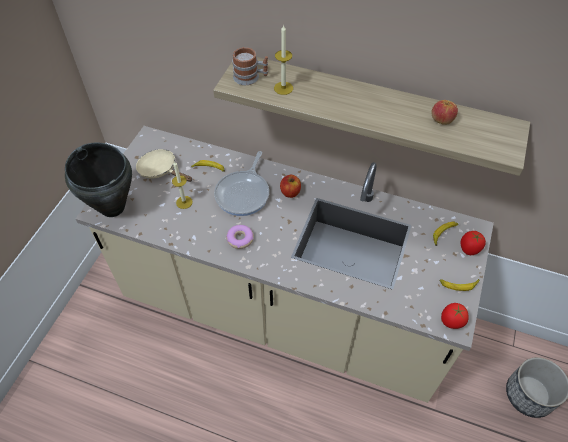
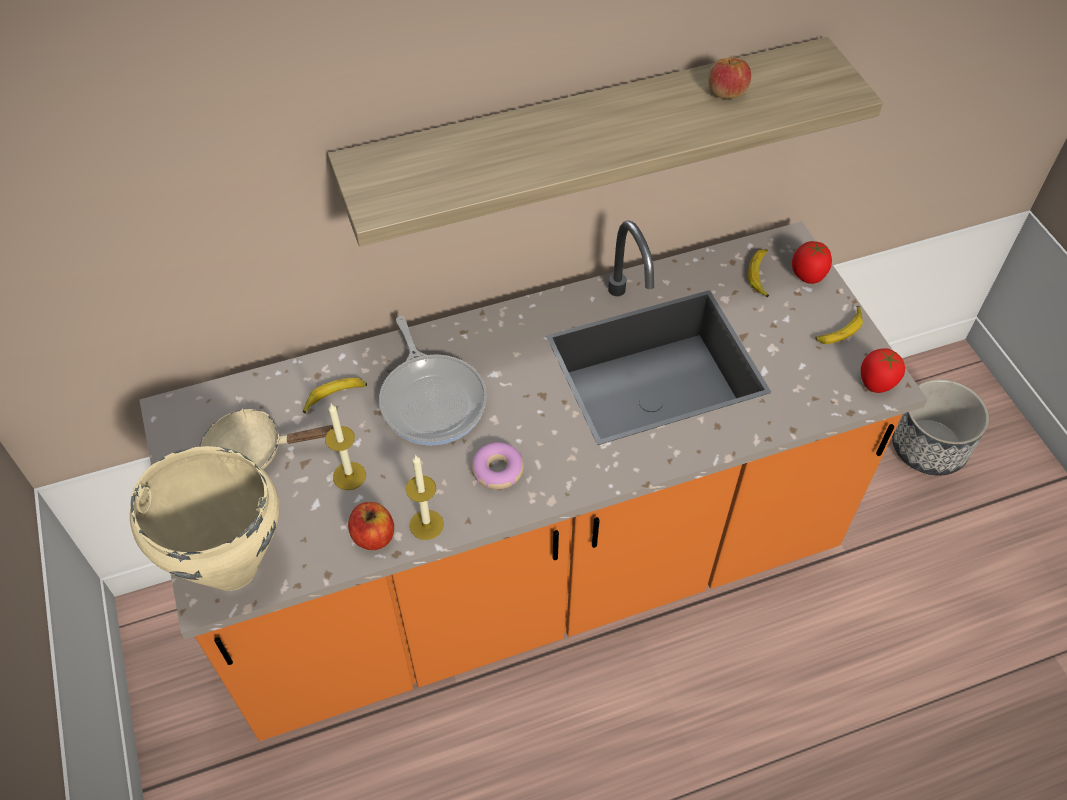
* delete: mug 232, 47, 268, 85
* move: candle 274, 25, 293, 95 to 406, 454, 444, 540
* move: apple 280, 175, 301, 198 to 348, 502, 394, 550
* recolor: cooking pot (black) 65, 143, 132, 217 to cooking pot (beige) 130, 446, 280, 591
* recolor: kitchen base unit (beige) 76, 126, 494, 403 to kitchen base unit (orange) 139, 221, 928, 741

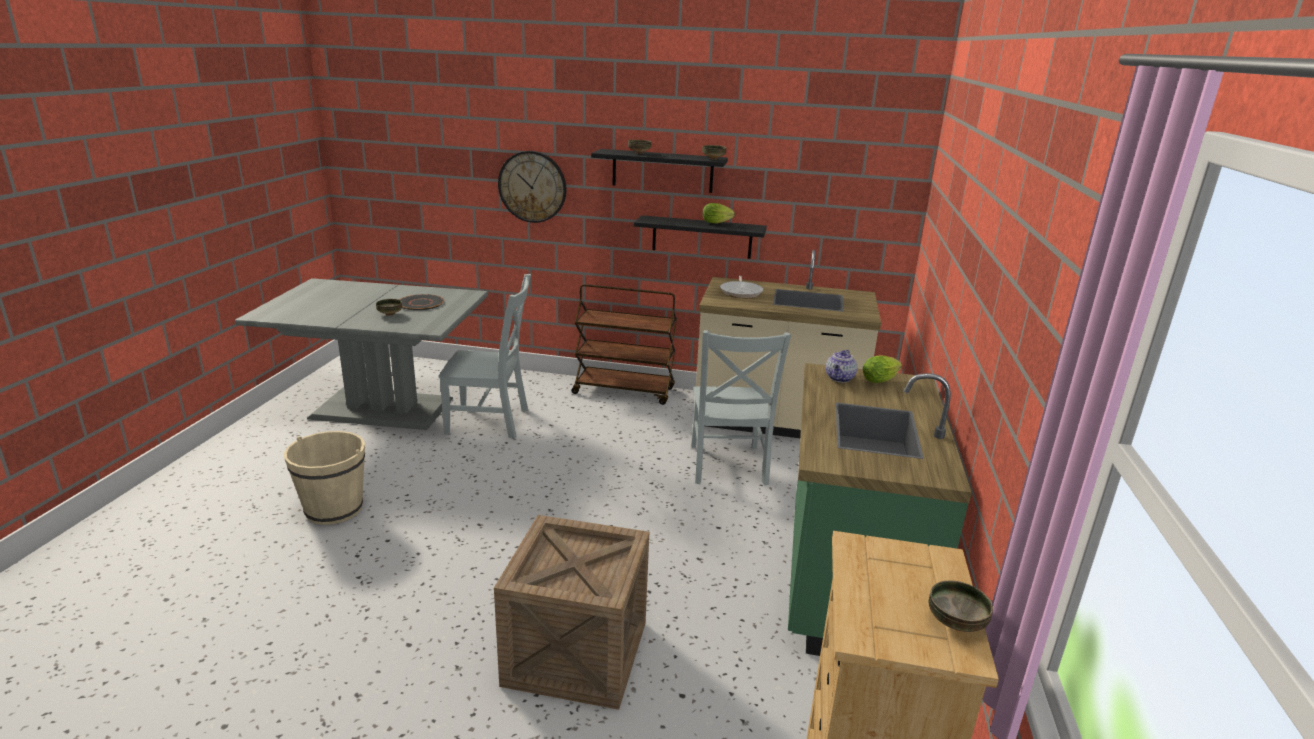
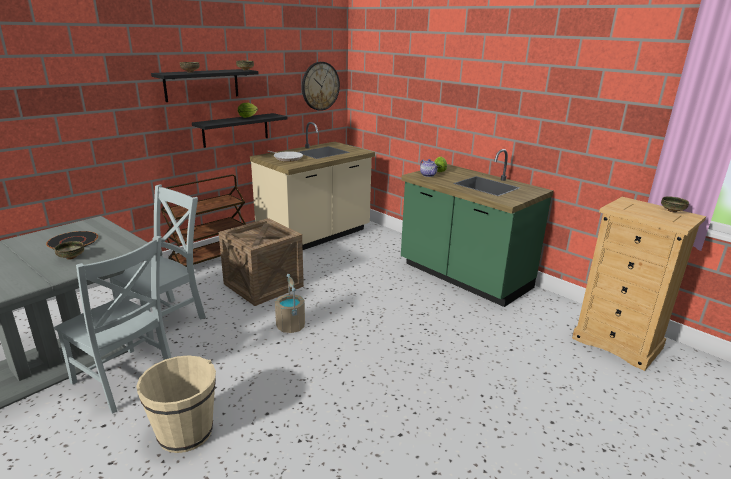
* insert: water bucket (beige) 275, 274, 305, 333
* move: shipping crate 494, 515, 649, 710 to 219, 218, 304, 306
* move: wall clock 498, 151, 566, 223 to 302, 62, 340, 111
* move: chair (grey) 691, 330, 791, 485 to 53, 236, 172, 414

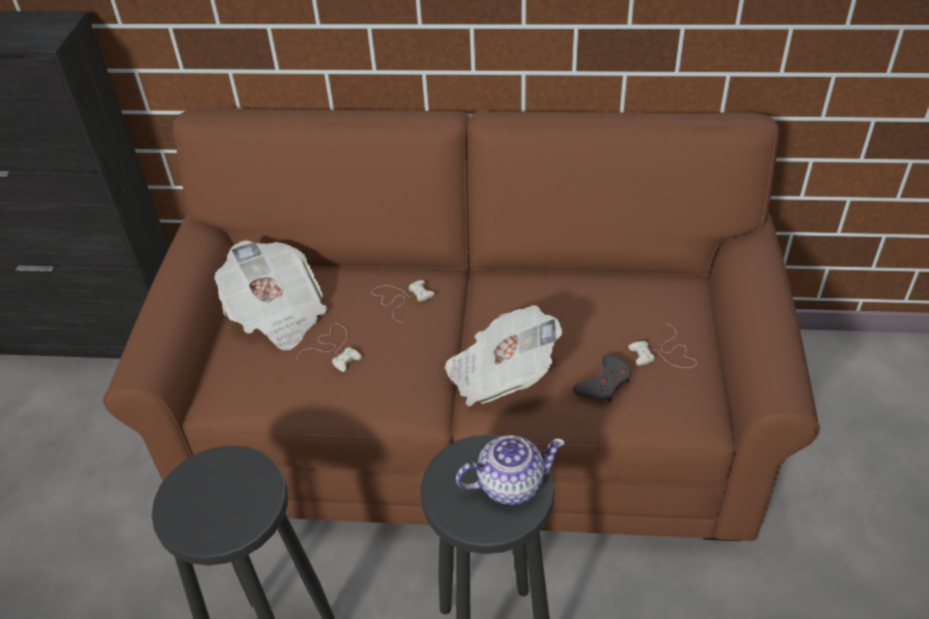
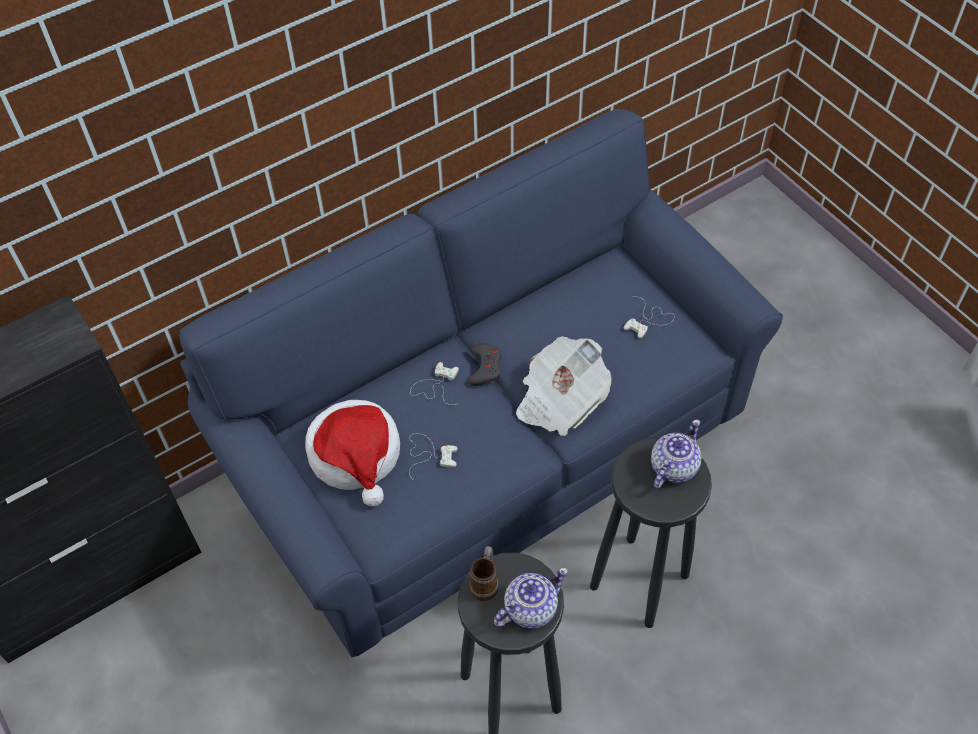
* insert: mug 470, 546, 498, 601
* insert: teapot 494, 567, 568, 629
* move: joypad (grey) 573, 354, 631, 402 to 469, 343, 501, 386
* replace: newspaper 214, 240, 327, 350 to hat 305, 400, 400, 507
* recolor: settee (brown-coloured) 103, 108, 820, 541 to settee (bluish) 179, 109, 783, 657

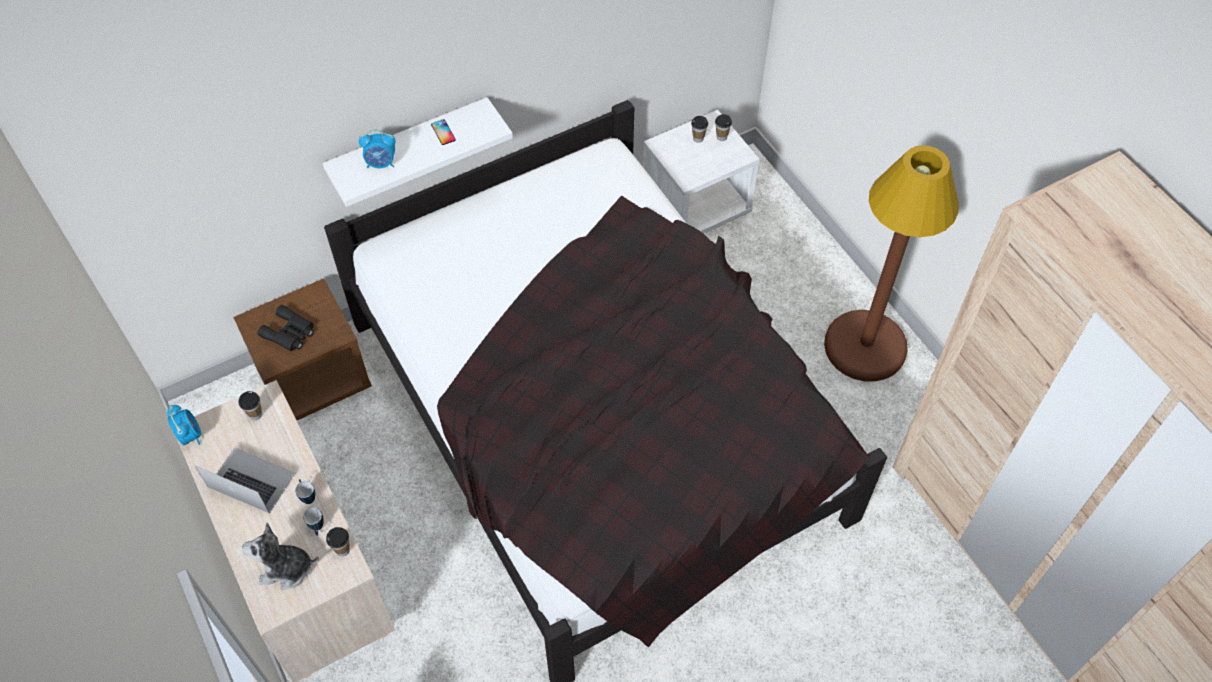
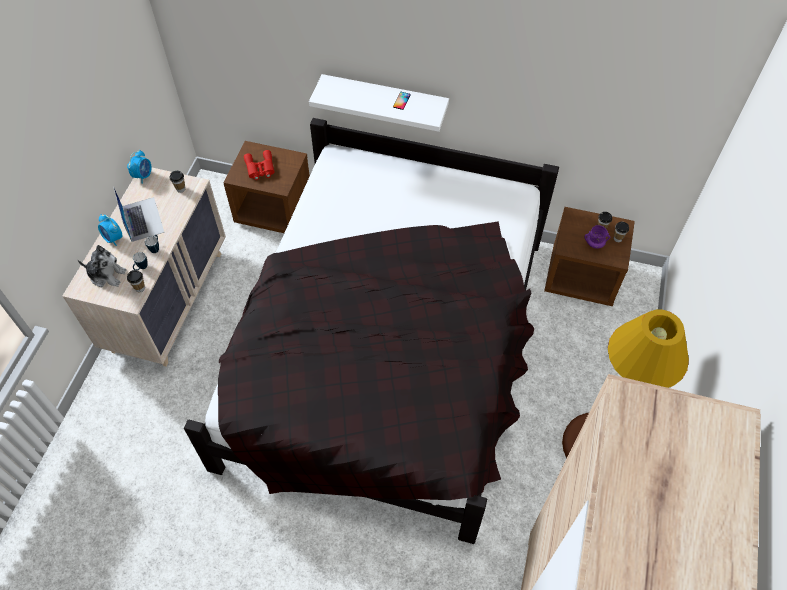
* insert: mug (purple-coloured) 584, 225, 610, 249
* move: table clock 359, 130, 395, 168 to 98, 214, 123, 246
* recolor: pair of binoculars (black) 258, 305, 314, 351 to pair of binoculars (reddish) 244, 150, 275, 180
* recolor: night table (whitish) 643, 110, 760, 234 to night table (brown-coloured) 544, 207, 635, 306
* rotate: plush toy 242, 523, 319, 590 = 78, 245, 127, 287 150 degrees clockwise

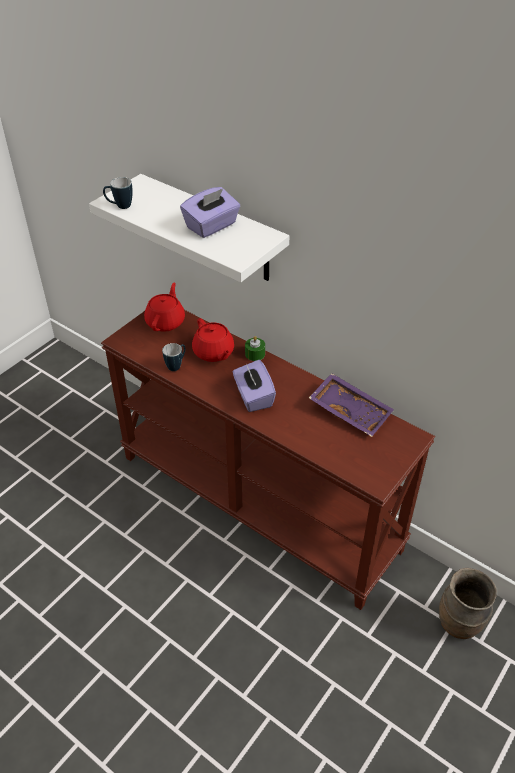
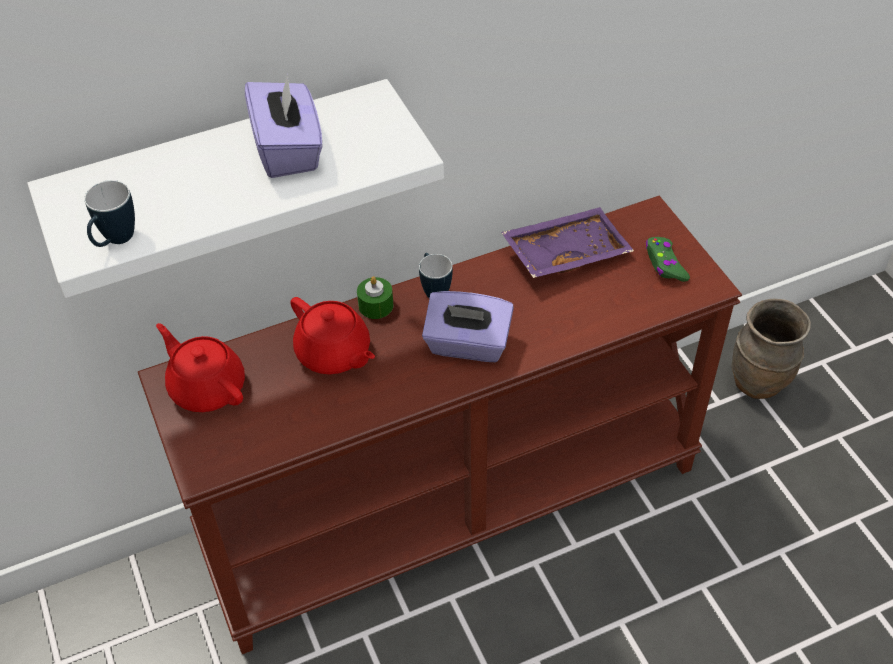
* insert: joypad (green-coloured) 646, 237, 690, 282
* move: mug 162, 343, 185, 371 to 419, 253, 453, 299
* rotate: teapot (reddish) 192, 318, 234, 362 = 290, 297, 375, 374 45 degrees clockwise

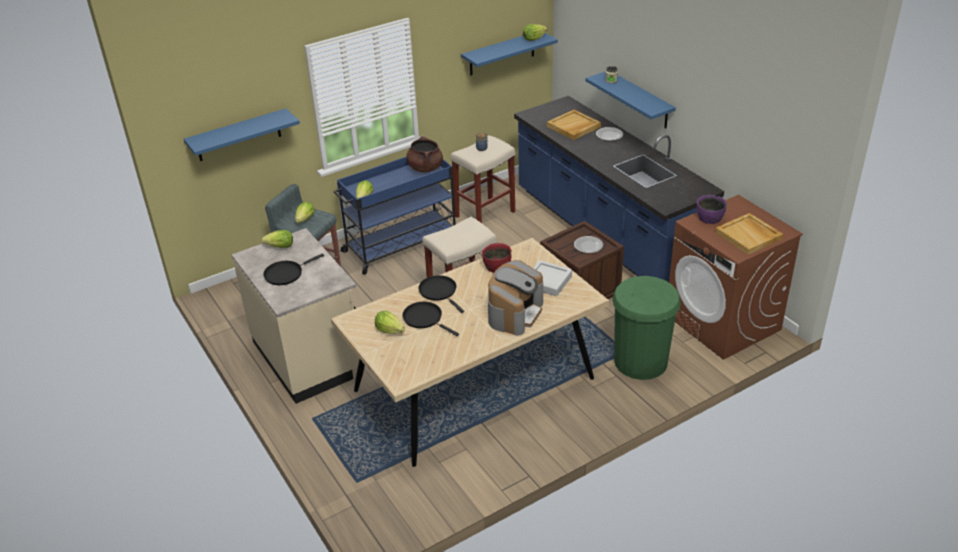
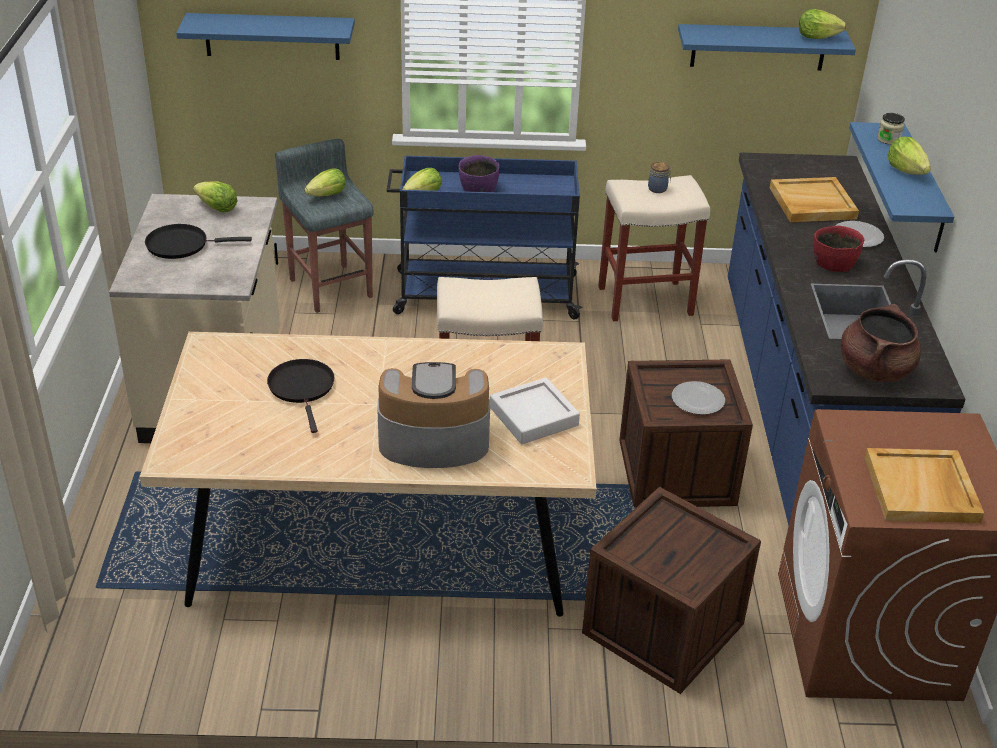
* delete: skillet (black) 419, 275, 464, 313
* move: head of lettuce 375, 311, 405, 334 to 887, 137, 931, 175
* move: cooking pot (brown-coloured) 406, 136, 443, 172 to 841, 304, 921, 382
* move: serving bowl (reddish) 482, 243, 511, 273 to 813, 225, 864, 272
* move: serving bowl (purple-coloured) 697, 195, 727, 224 to 459, 155, 500, 192
* replace: waste bin (green-coloured) 612, 276, 681, 380 to shipping crate 582, 487, 761, 694
* rotate: coffee maker 488, 260, 543, 336 = 377, 362, 490, 468 150 degrees counterclockwise

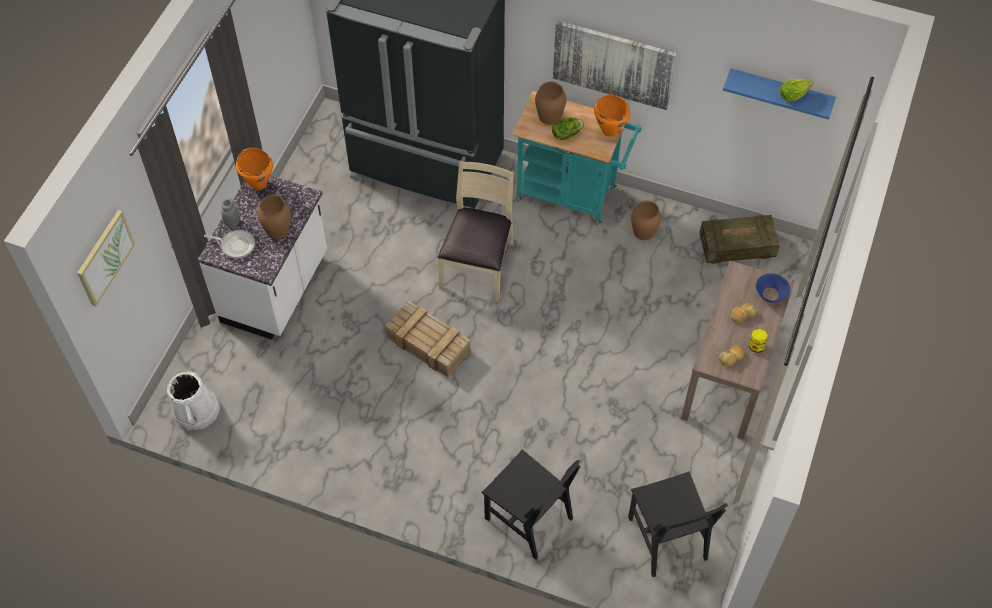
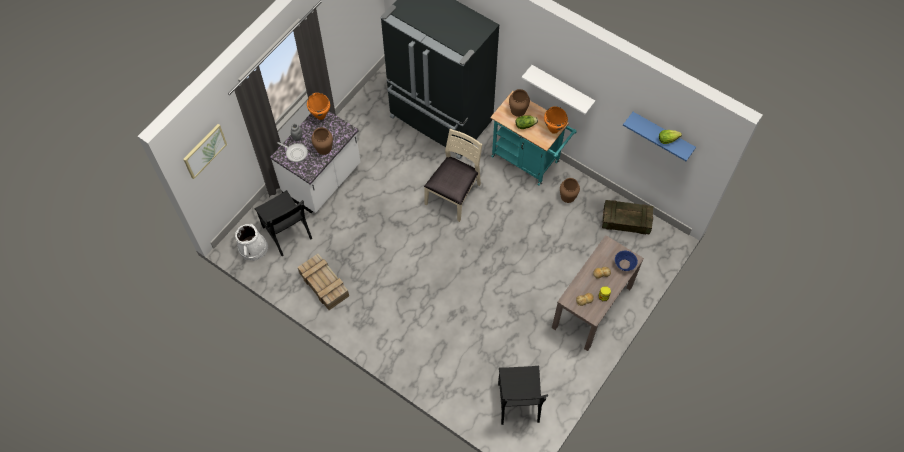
* move: shipping crate 385, 301, 470, 378 to 298, 254, 349, 310
* move: chair (black) 482, 449, 581, 560 to 254, 190, 312, 256
* replace: picture 553, 20, 676, 110 to shelf (whitish) 522, 65, 595, 114

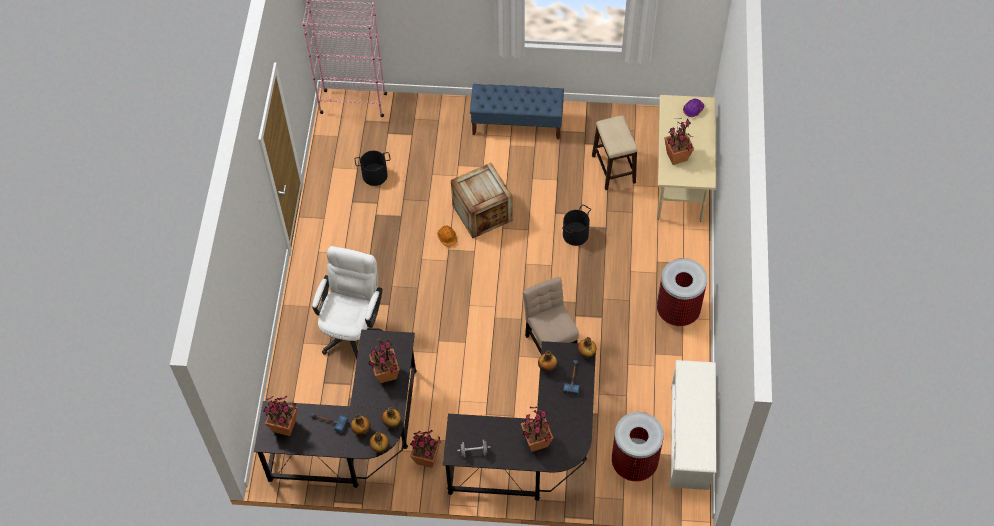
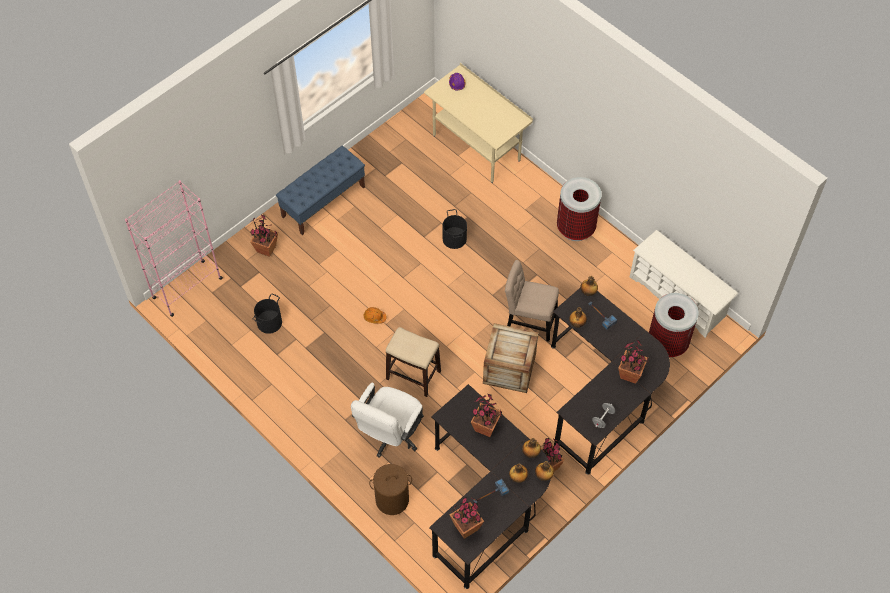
* insert: hamper (brown-coloured) 369, 464, 412, 515
* move: shipping crate 451, 163, 513, 238 to 483, 323, 539, 393
* move: stool 592, 115, 638, 190 to 386, 327, 441, 397
* move: plant in a pot 664, 118, 694, 165 to 250, 215, 278, 257
* rotate: desk chair (whitish) 312, 246, 383, 359 = 351, 383, 424, 458 120 degrees counterclockwise

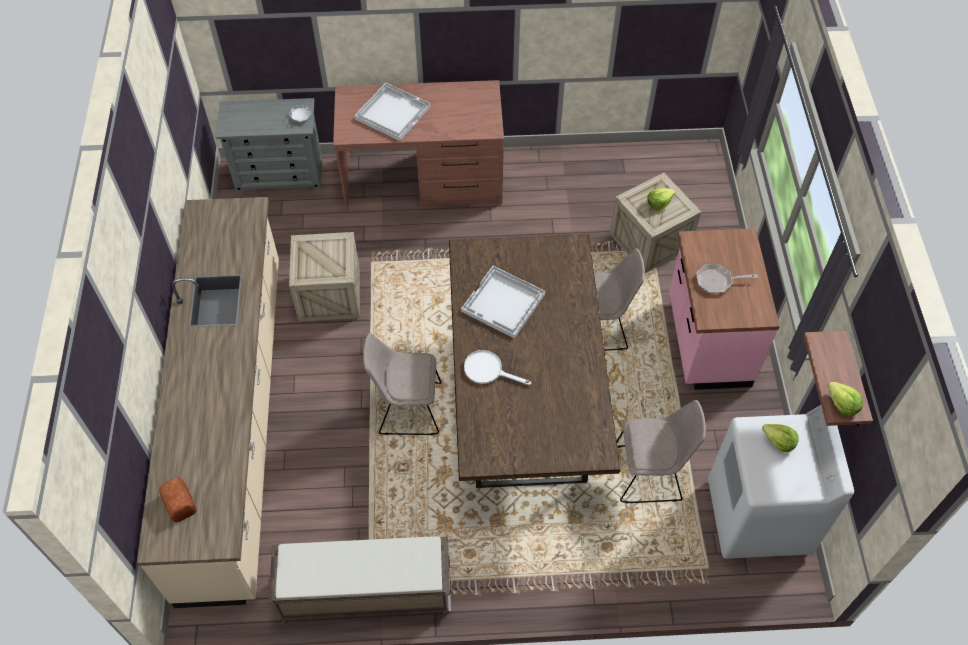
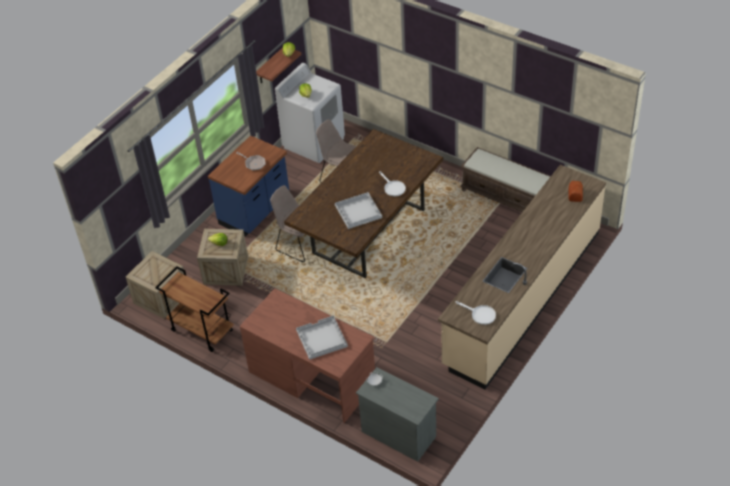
* delete: chair (beige) 363, 333, 441, 435
* insert: wheeled cart (brown-coloured) 155, 266, 234, 352
* insert: skillet (whitish) 456, 301, 496, 325
* move: shipping crate 289, 232, 360, 321 to 126, 251, 184, 319
* recolor: kitchen base unit (pink-coloured) 669, 228, 780, 390 to kitchen base unit (bluish) 208, 135, 289, 237

